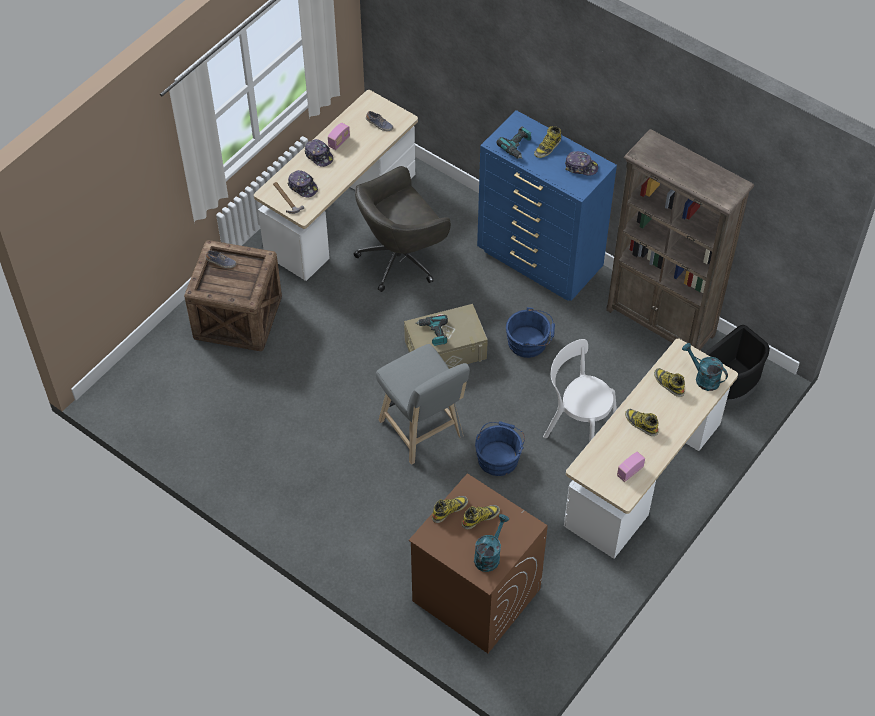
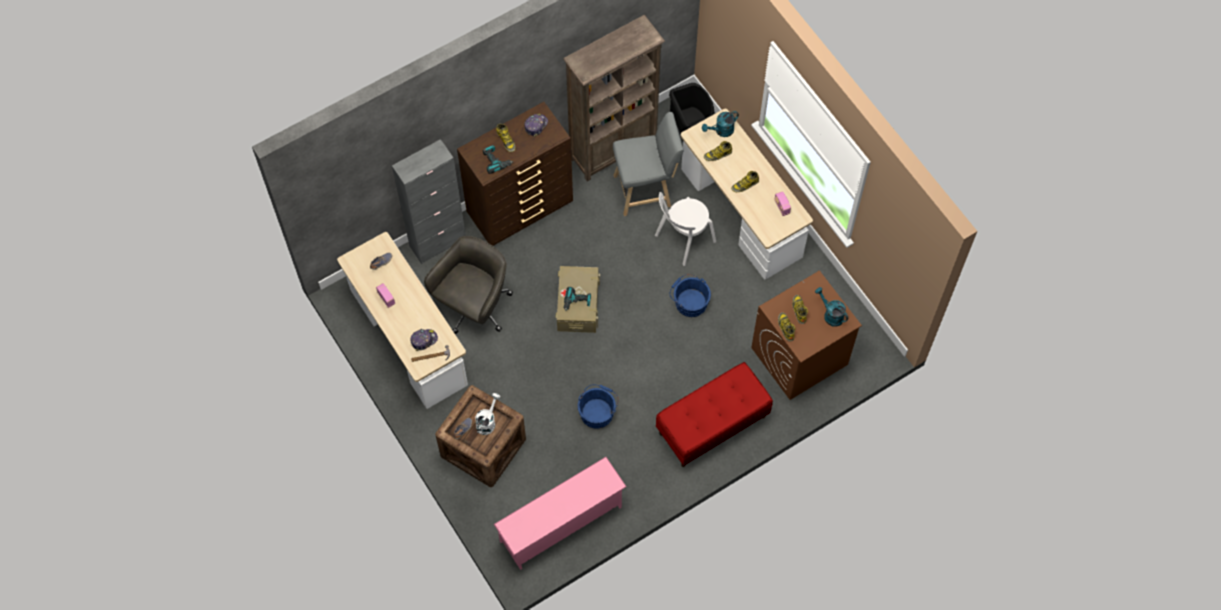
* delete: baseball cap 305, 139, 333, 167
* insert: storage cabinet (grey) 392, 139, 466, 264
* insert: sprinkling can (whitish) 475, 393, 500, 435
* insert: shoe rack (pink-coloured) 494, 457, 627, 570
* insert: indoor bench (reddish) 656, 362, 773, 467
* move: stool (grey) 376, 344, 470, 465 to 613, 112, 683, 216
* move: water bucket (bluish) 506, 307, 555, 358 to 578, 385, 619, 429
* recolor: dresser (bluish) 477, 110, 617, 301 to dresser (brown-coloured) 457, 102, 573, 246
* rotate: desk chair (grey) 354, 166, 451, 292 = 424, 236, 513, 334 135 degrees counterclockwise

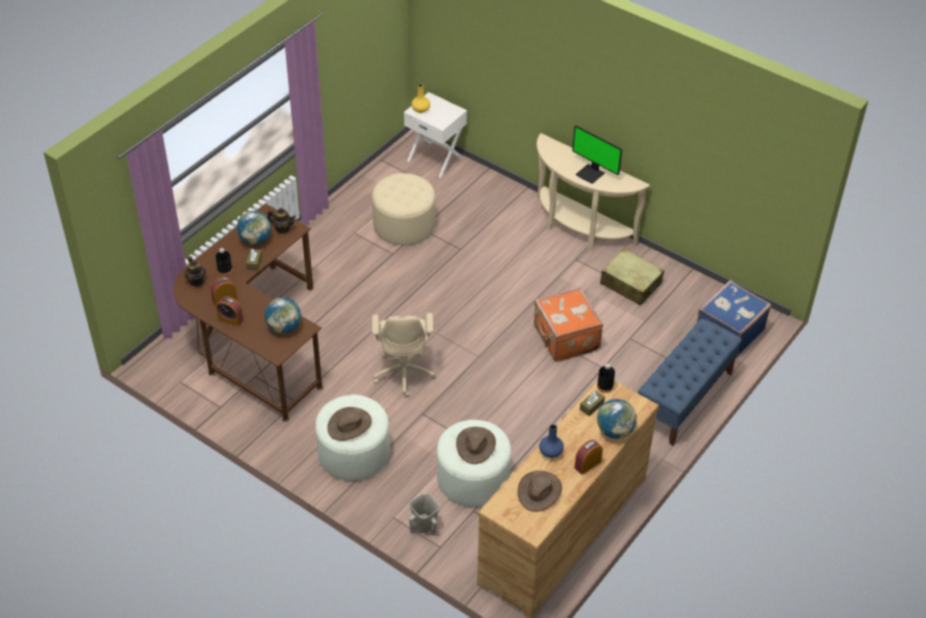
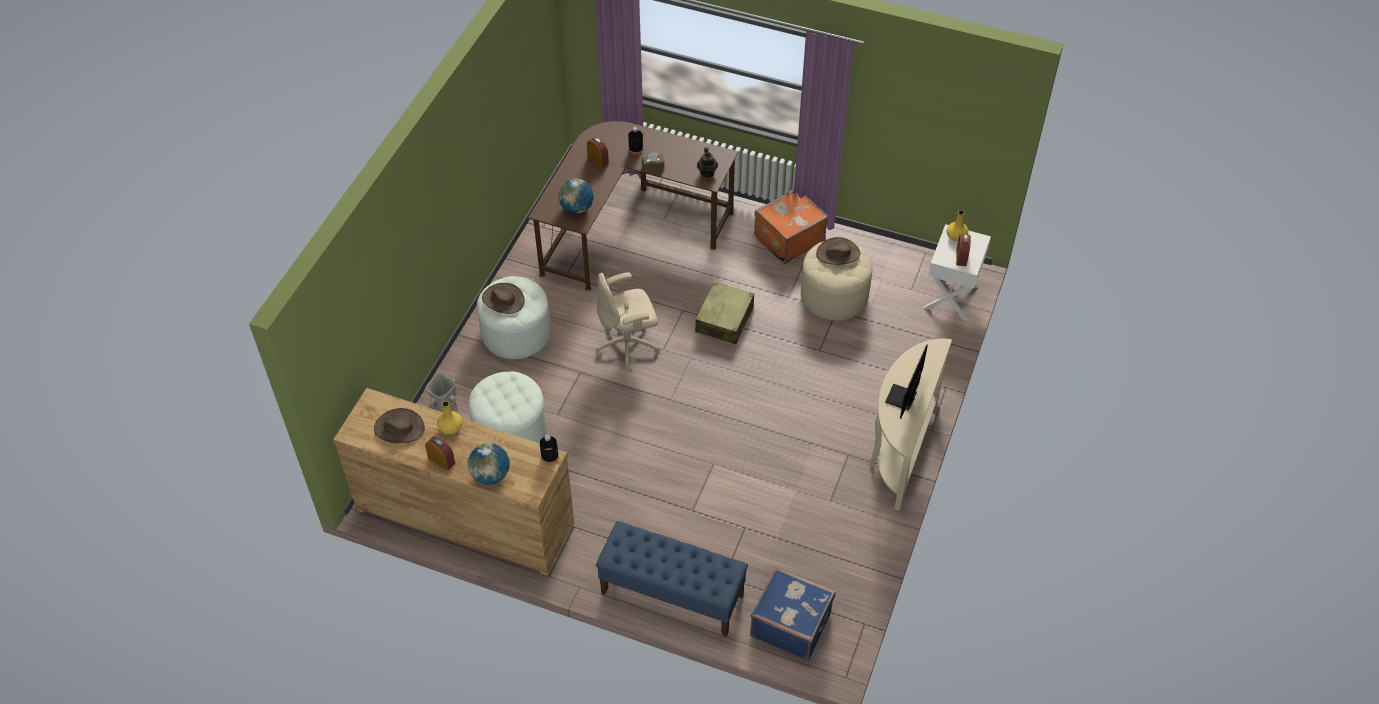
* delete: teapot 185, 256, 206, 286
* delete: globe 236, 211, 271, 245
* delete: tissue holder (brown-coloured) 580, 390, 605, 416
* move: table clock 216, 296, 243, 327 to 956, 234, 971, 266
* move: hat (brown-coloured) 456, 427, 496, 464 to 816, 237, 860, 265
* move: suitcase (orange) 534, 288, 603, 362 to 754, 190, 828, 264
* move: suitcase (beige) 600, 248, 664, 306 to 695, 282, 754, 344
* recolor: decorative vase (bluish) 539, 424, 564, 458 to decorative vase (yellowish) 437, 401, 462, 434

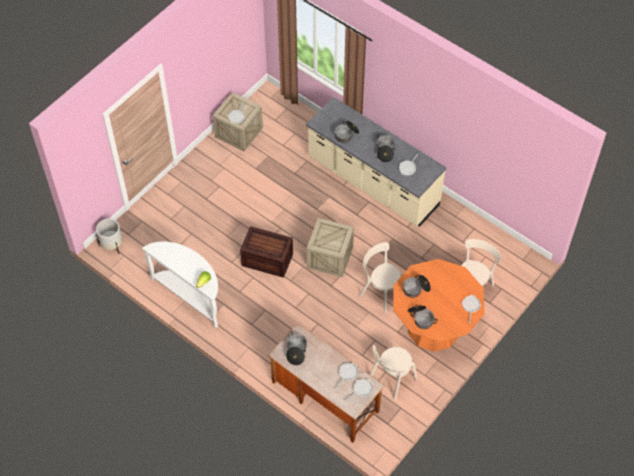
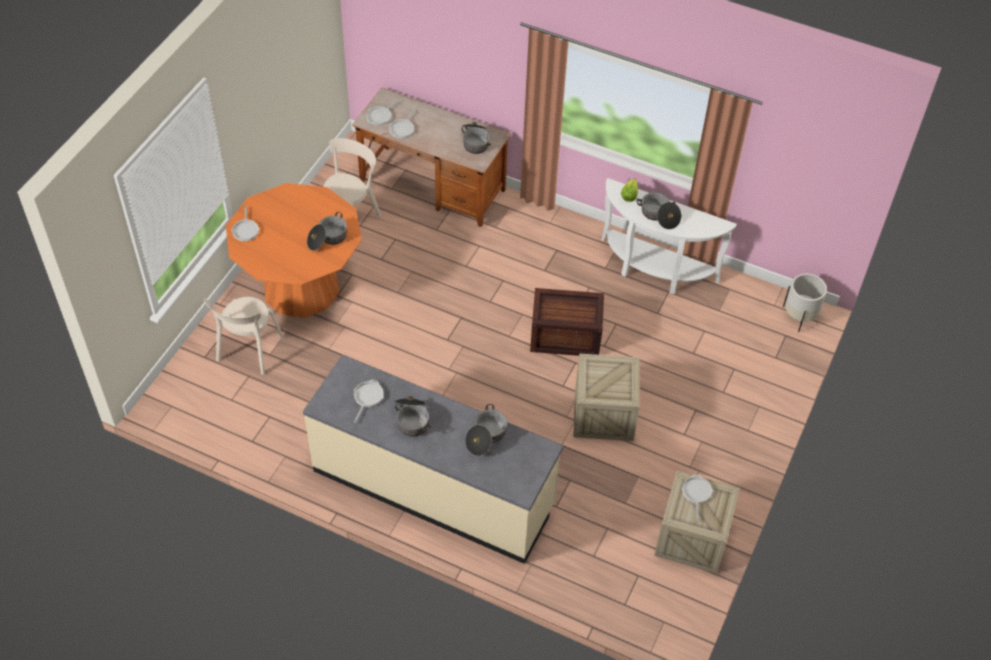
* delete: chair (beige) 360, 242, 403, 313
* move: shipping crate 307, 218, 354, 277 to 573, 354, 640, 441
* move: cooking pot 408, 305, 438, 329 to 637, 192, 681, 229

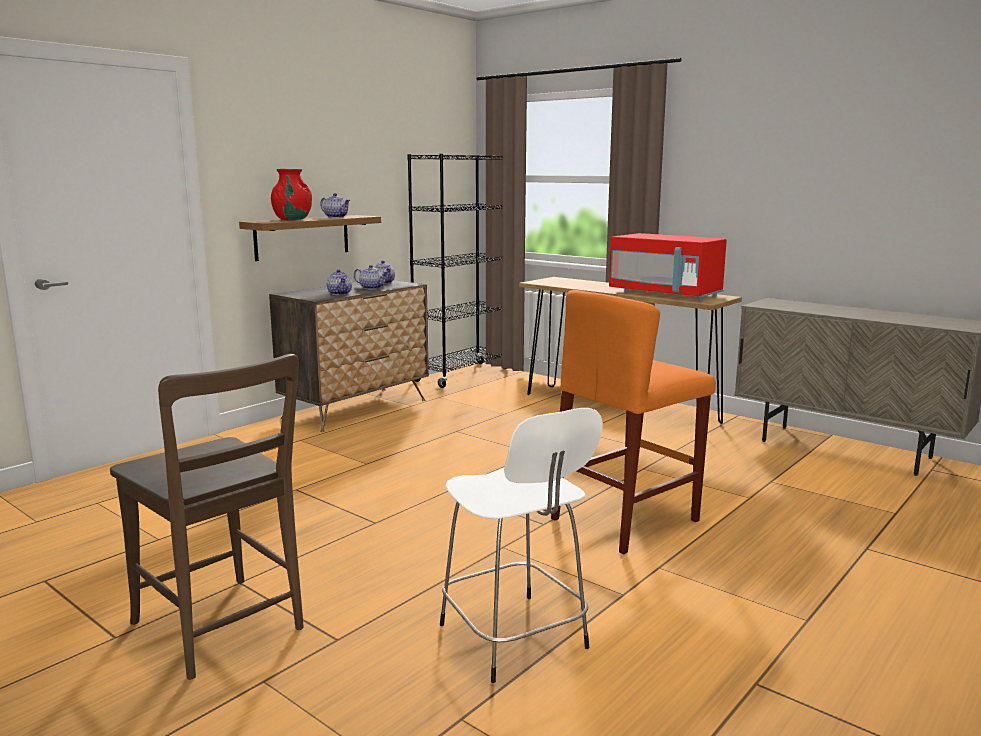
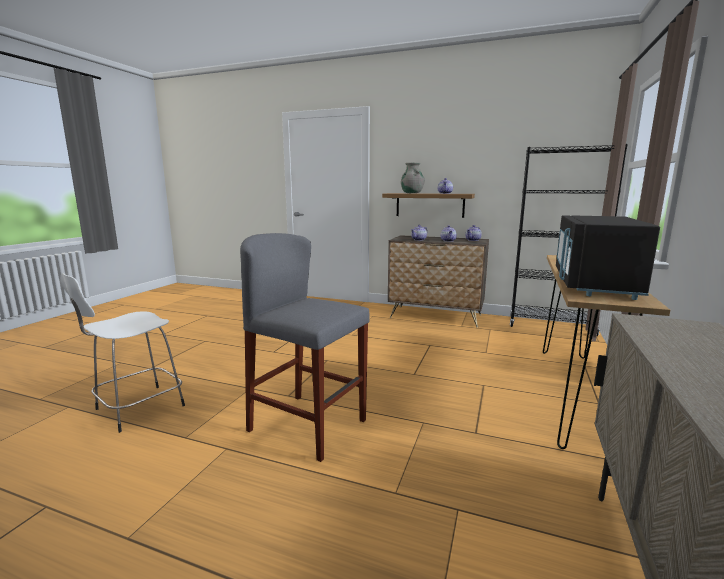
* delete: chair (brown-coloured) 110, 354, 304, 680
* recolor: decorative vase (reddish) 271, 169, 312, 220 to decorative vase (grey) 401, 163, 425, 193
* recolor: stool (orange) 551, 290, 716, 555 to stool (grey) 240, 233, 370, 462
* recolor: kitchen microwave (reddish) 609, 233, 727, 301 to kitchen microwave (black) 556, 215, 660, 300

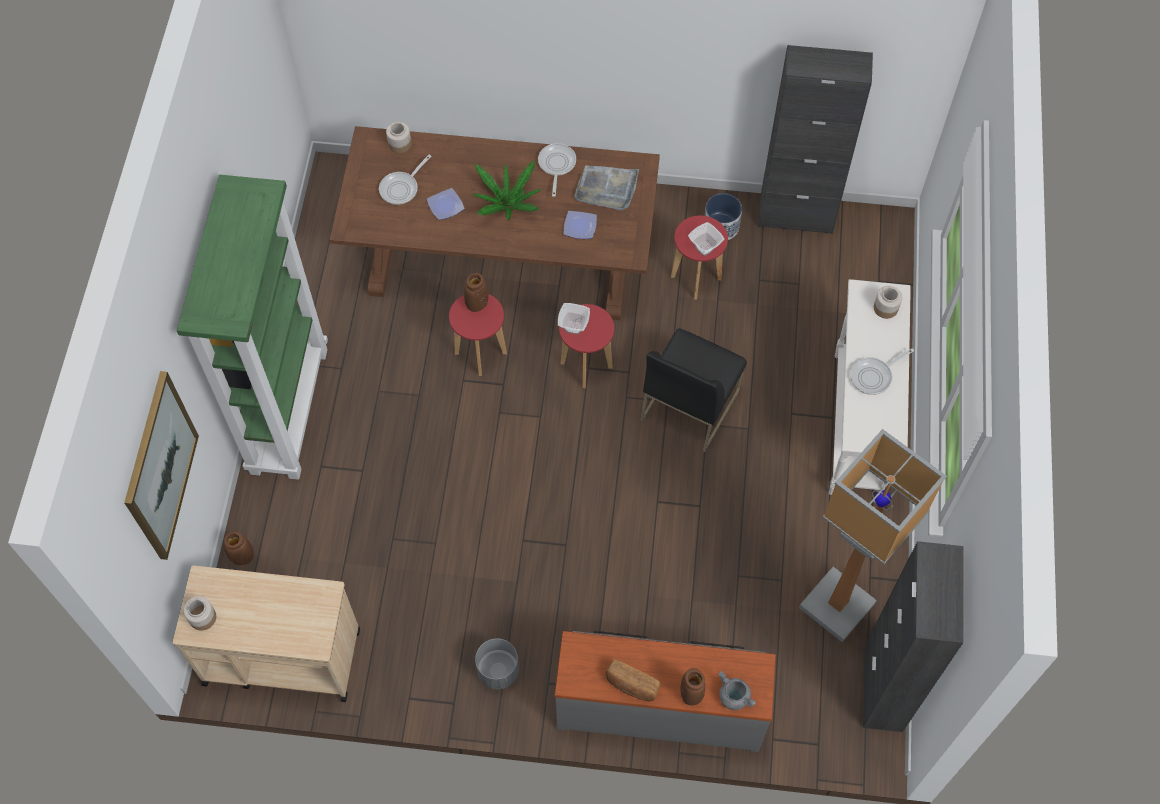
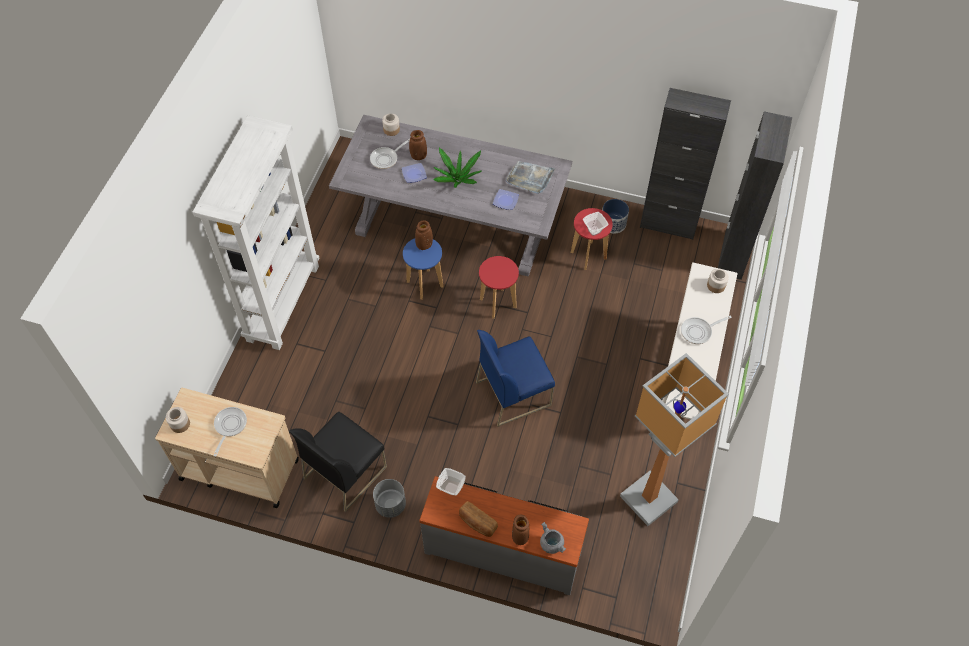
* delete: picture 124, 371, 199, 560
* insert: chair (bluish) 476, 330, 555, 427
* move: decorative vase (brown-coloured) 224, 531, 254, 565 to 409, 130, 427, 160
* move: skillet 538, 143, 576, 197 to 213, 407, 247, 457
* move: serving bowl 558, 303, 590, 334 to 436, 468, 466, 495
* move: chair (black) 640, 328, 747, 452 to 289, 412, 387, 512
* move: storage cabinet (black) 863, 541, 963, 732 to 718, 111, 792, 280
* recolor: shelving unit (green-coloured) 177, 175, 328, 480 to shelving unit (whitish) 192, 115, 320, 350
* recolor: dining table (brown-coloured) 329, 126, 660, 320 to dining table (grey) 329, 115, 572, 277
* recolor: stool (reddish) 449, 294, 507, 376 to stool (bluish) 403, 238, 443, 300

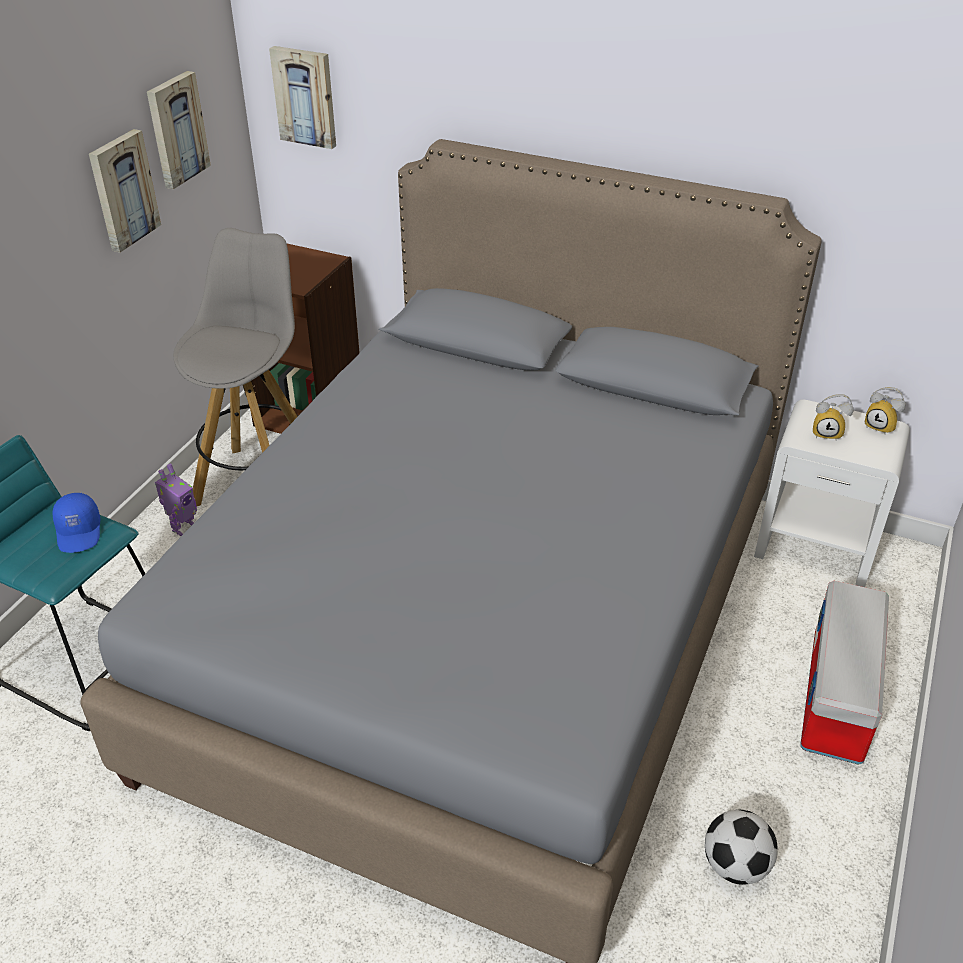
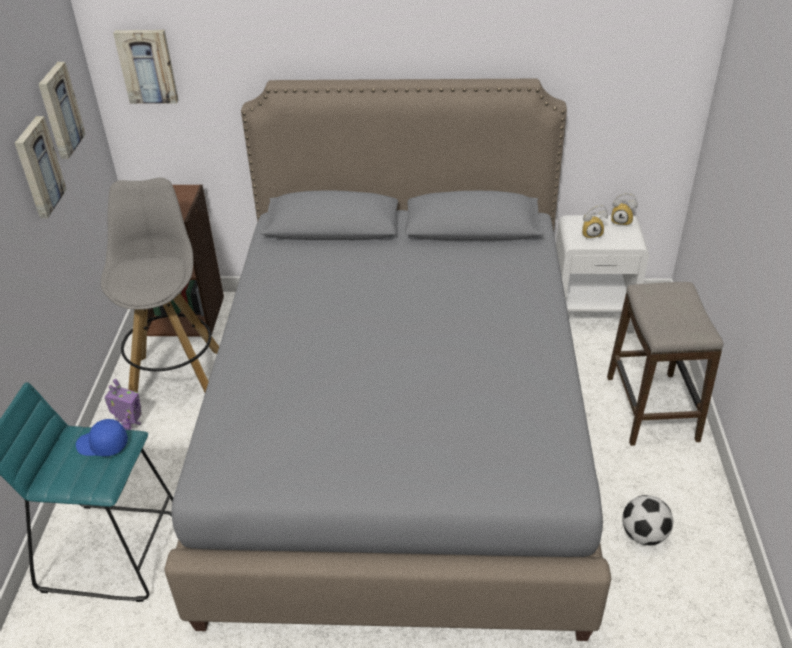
* replace: storage container 801, 581, 889, 764 to stool 607, 282, 723, 446
* rotate: baseball cap (bluish) 53, 493, 100, 553 = 76, 419, 128, 456 135 degrees clockwise

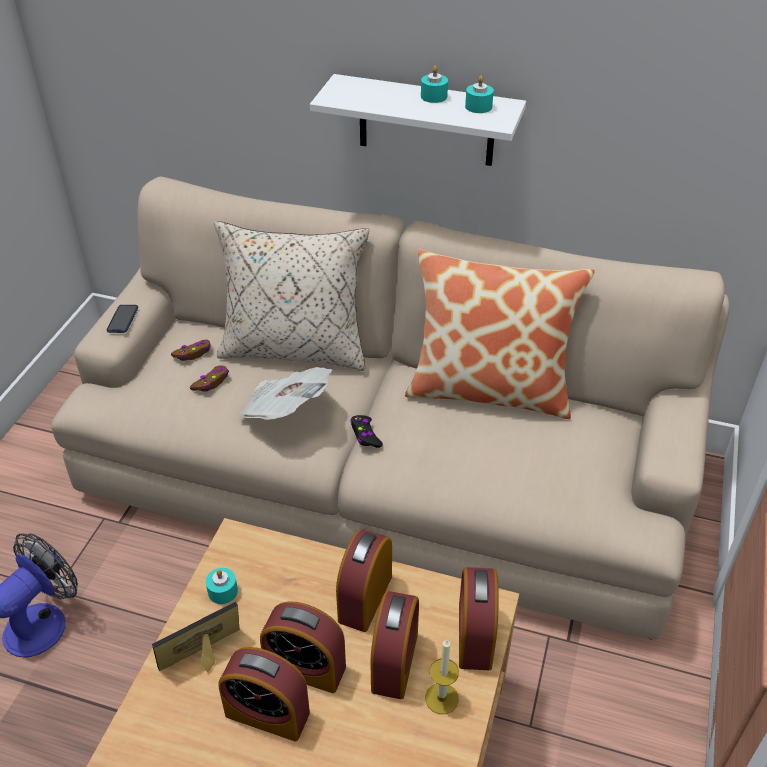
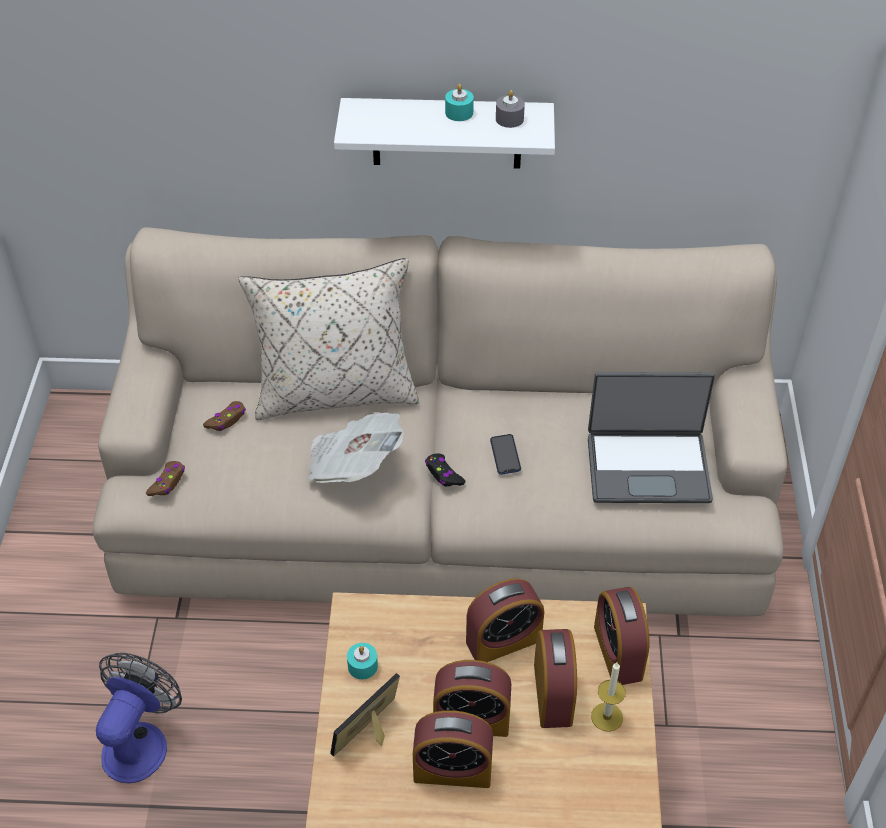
* delete: cushion 405, 250, 595, 419
* insert: laptop 588, 372, 715, 503
* move: handset 106, 305, 138, 333 to 490, 434, 521, 475
* move: joypad (brown-coloured) 190, 365, 229, 392 to 146, 461, 185, 496
* recolor: candle (turquoise) 465, 76, 494, 113 to candle (grey) 496, 90, 525, 128
* rotate: table clock 336, 529, 392, 632 = 466, 579, 544, 662 120 degrees counterclockwise

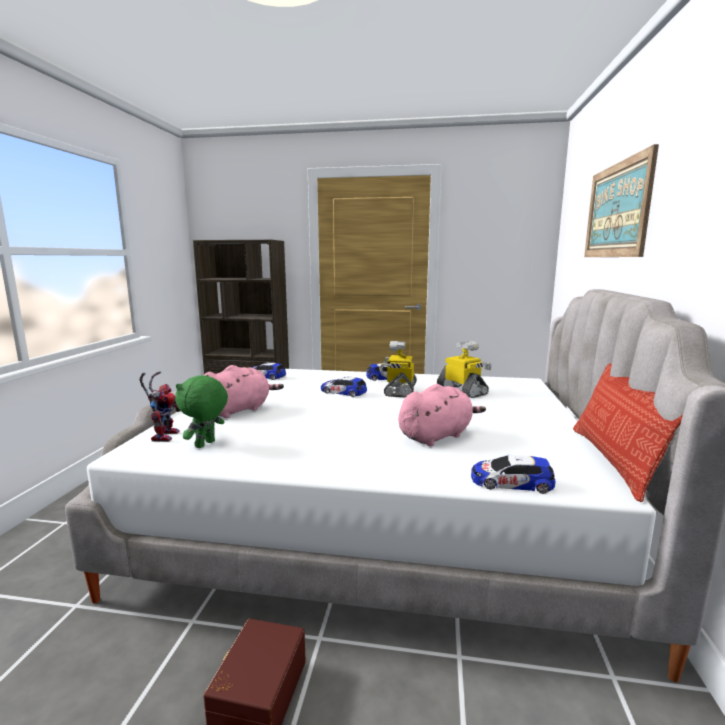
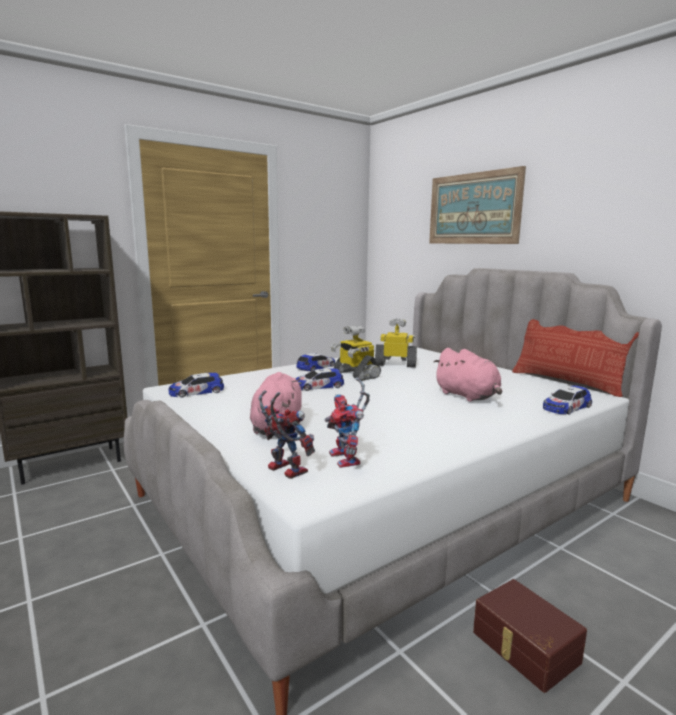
* replace: plush toy (green-coloured) 175, 375, 228, 448 to robot figure 324, 377, 370, 468
* rotate: plush toy (pink-coloured) 398, 384, 486, 446 = 433, 348, 502, 402 135 degrees clockwise

